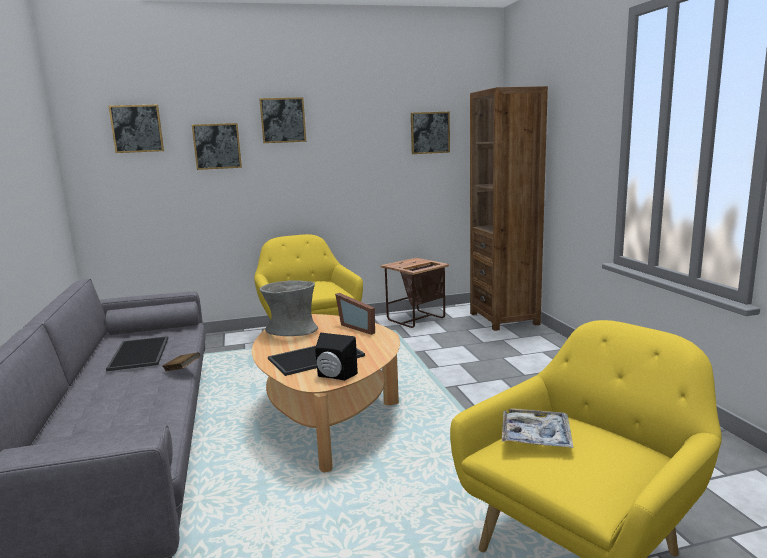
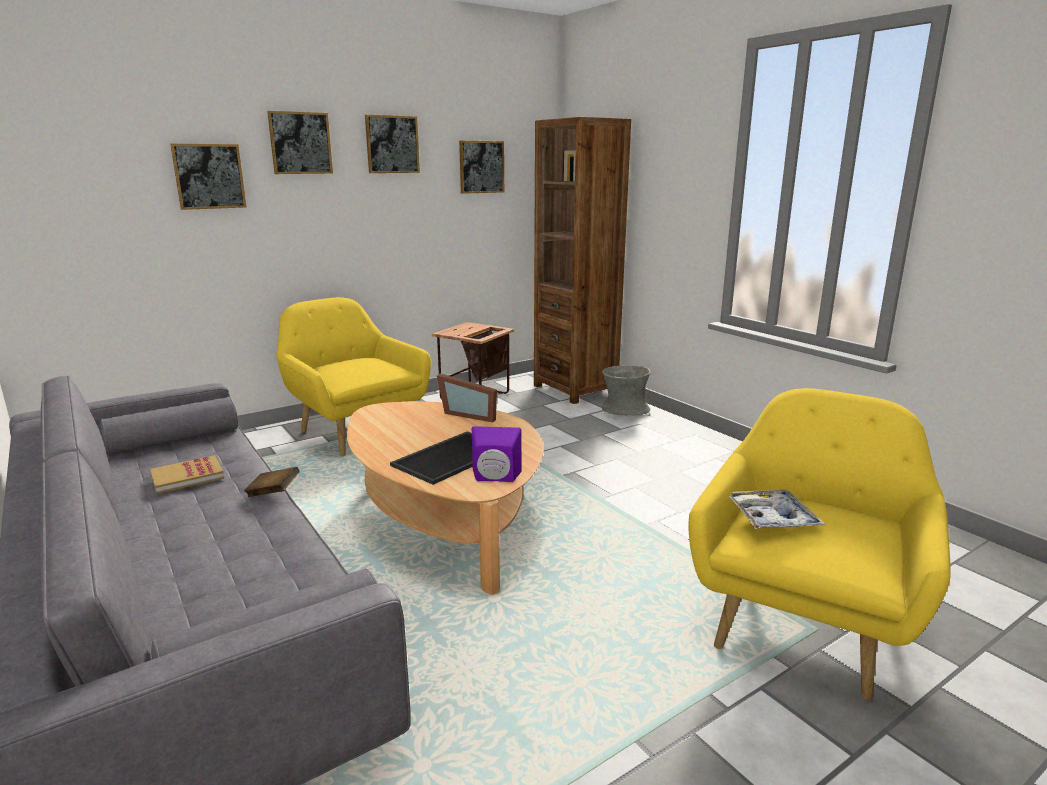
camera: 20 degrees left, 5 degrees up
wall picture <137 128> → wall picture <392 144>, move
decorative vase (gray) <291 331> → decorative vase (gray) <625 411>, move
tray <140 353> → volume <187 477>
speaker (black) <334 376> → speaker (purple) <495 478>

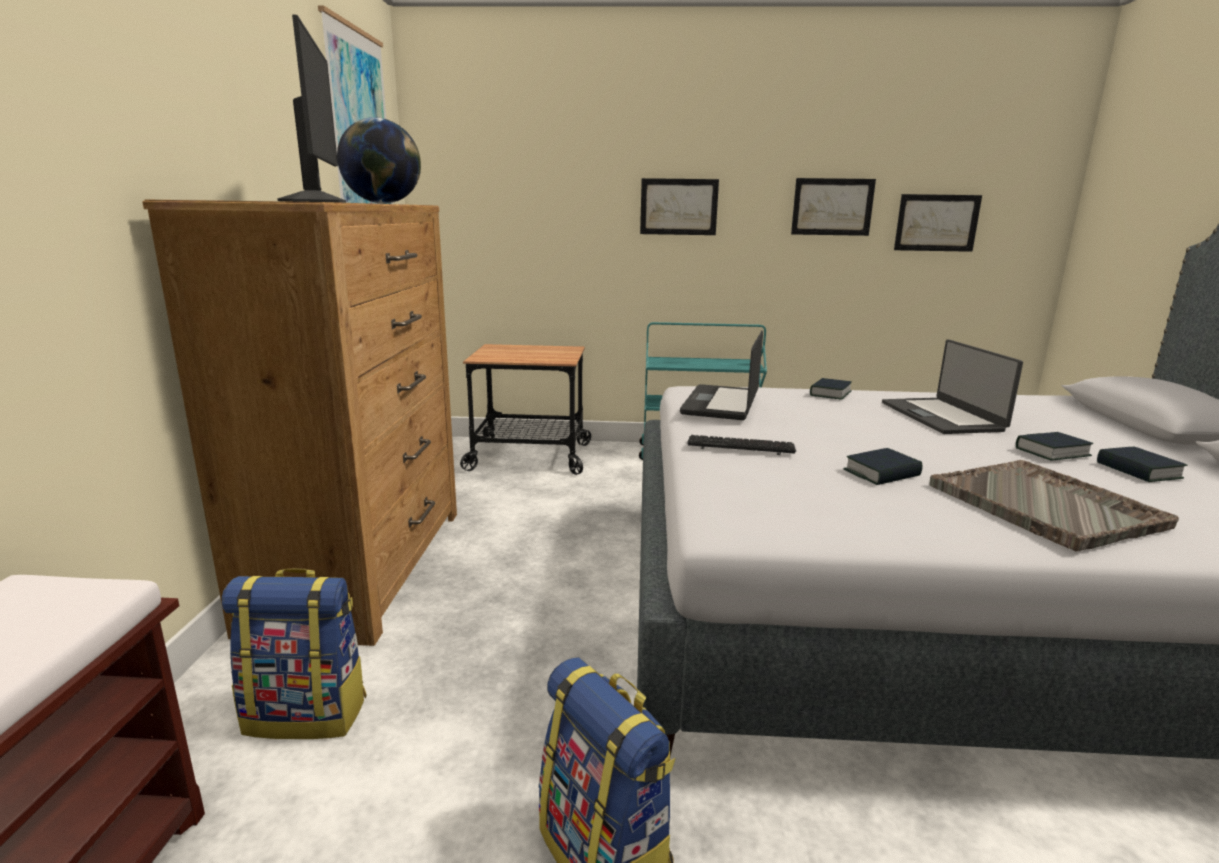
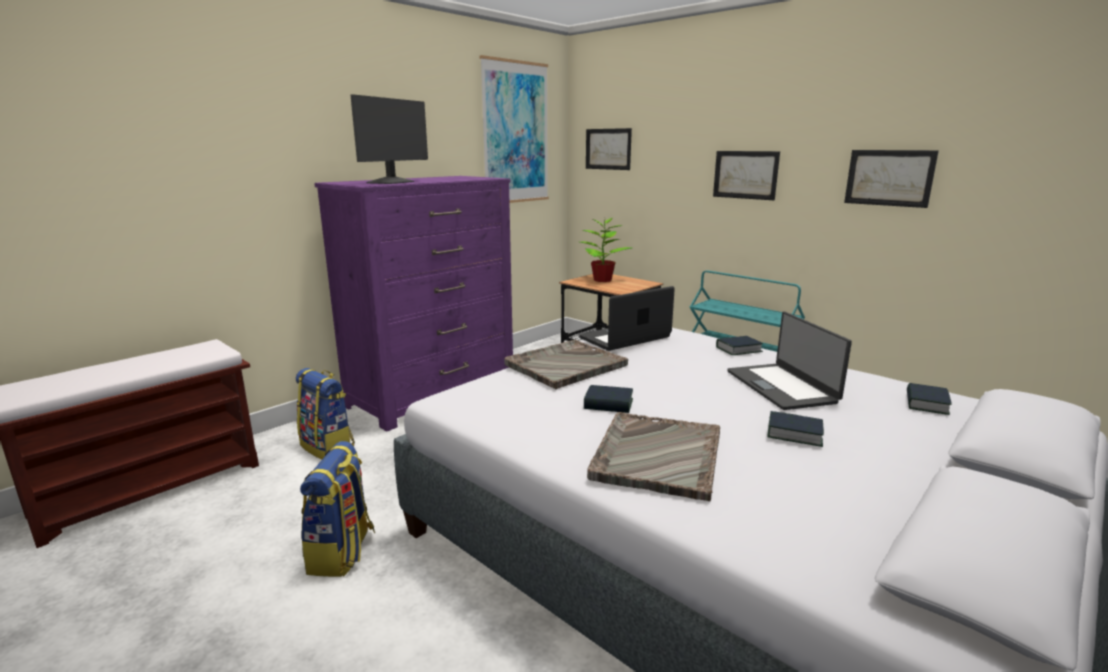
camera: 40 degrees right, 0 degrees up
desk globe <383 203> → -
- → houseplant <602 280>
wall picture <936 223> → wall picture <608 149>, move
volume <1138 471> → volume <926 403>, move
computer keyboard <740 447> → tray (gray) <565 365>
chest of drawers (brownish) <363 565> → chest of drawers (purple) <433 394>
notebook computer <942 416> → notebook computer <782 386>, 45 degrees counterclockwise

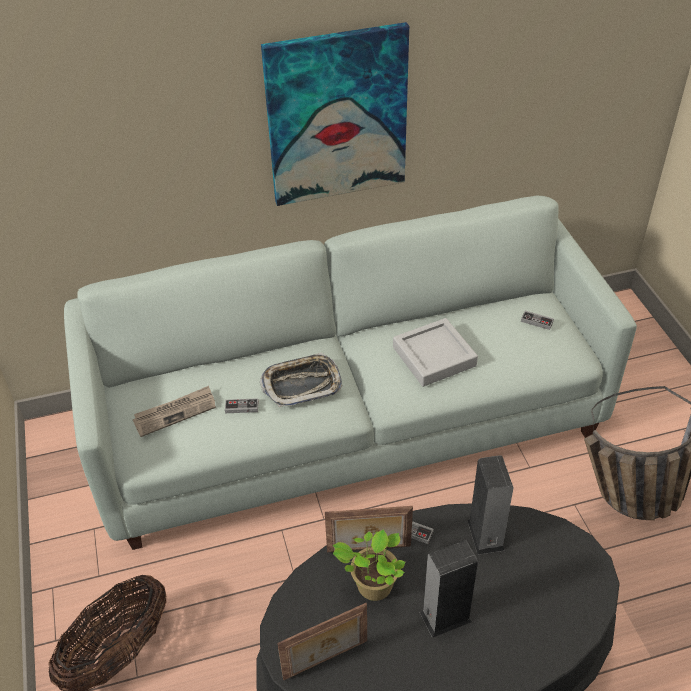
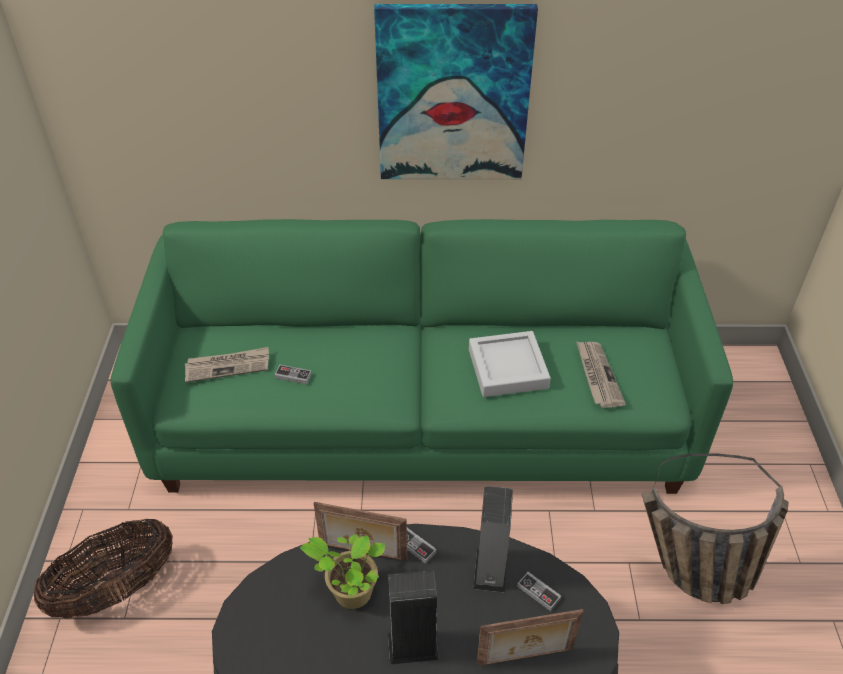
camera: 15 degrees right, 0 degrees up
tray <302 384> → -
- → printed paper <597 375>
picture frame <326 661> → picture frame <525 658>, move
gamepad <537 321> → gamepad <538 592>, move
sofa (white) <348 423> → sofa (greenish) <422 418>

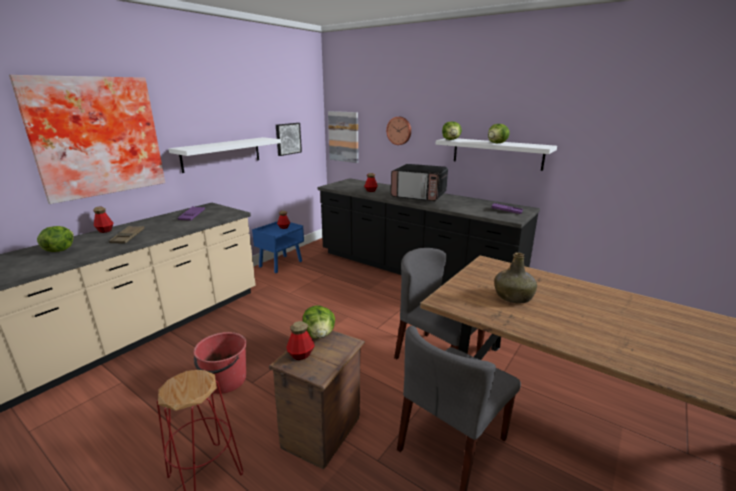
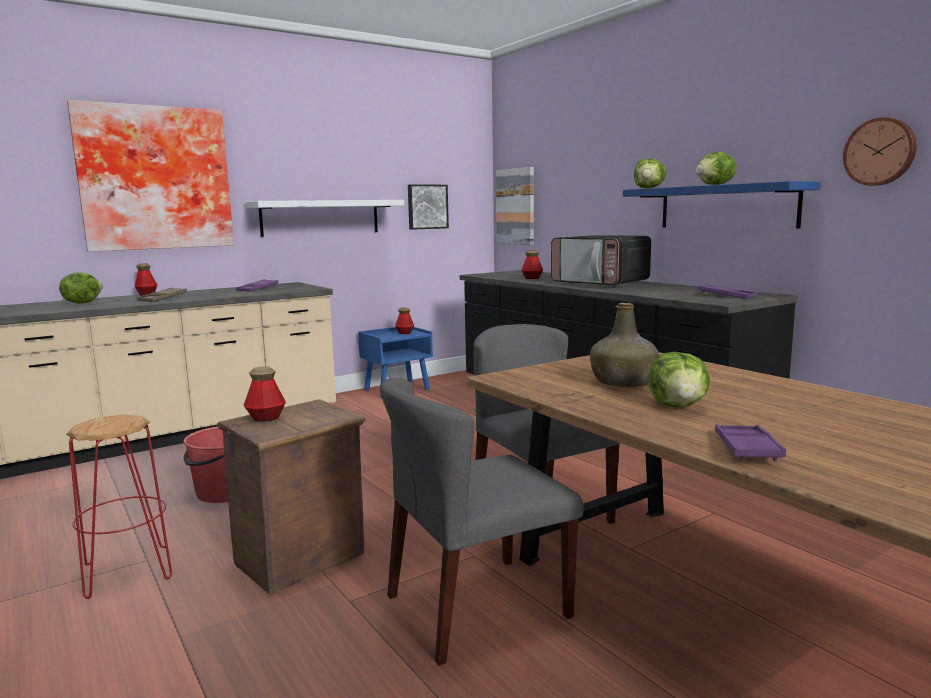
camera: 20 degrees right, 10 degrees down
- → tray (purple) <747 448>
lettuce head <319 335> → lettuce head <678 406>, move
hanging clock <399 130> → hanging clock <880 152>, move
shelf (white) <497 153> → shelf (blue) <726 207>

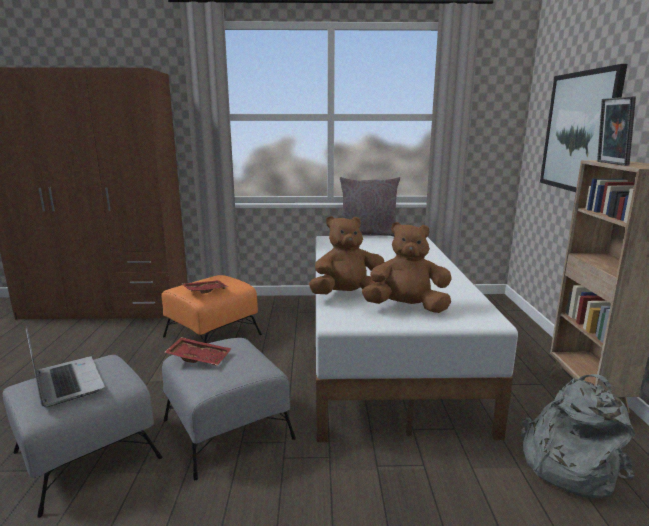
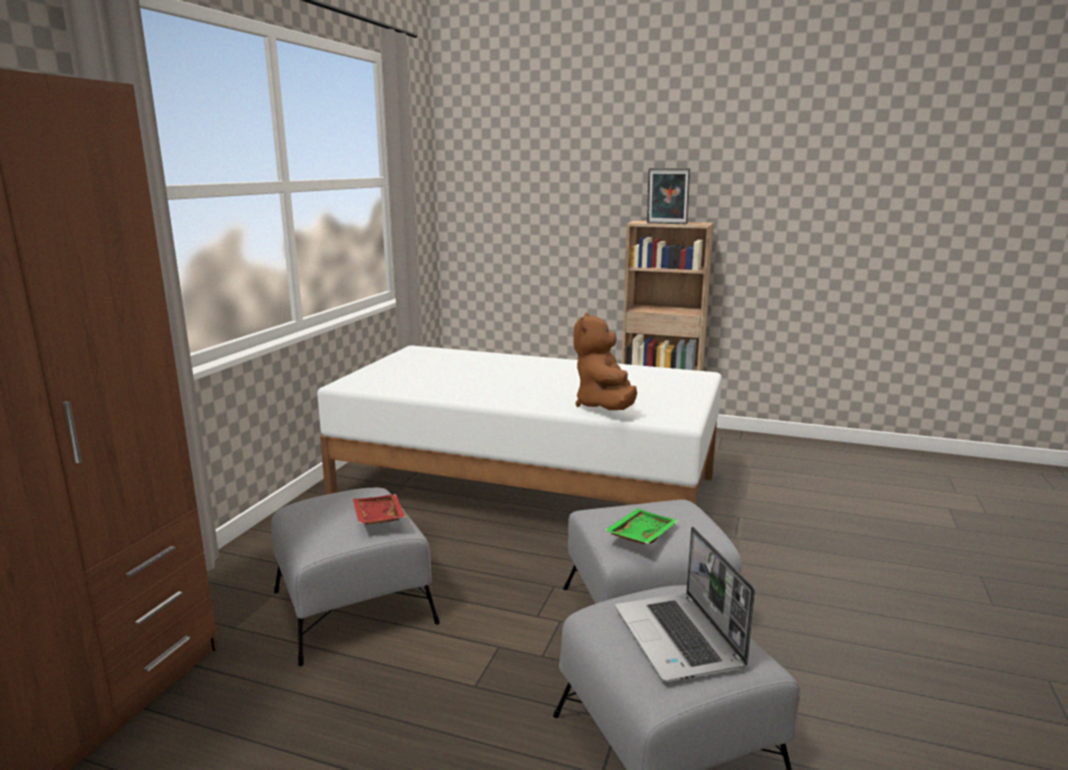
camera: 70 degrees left, 0 degrees up
throw pillow (gray) <368 234> → -
plush toy (brownish) <406 308> → -
knapsack (gray) <567 464> → -
wall picture <579 132> → -
pouffe (orange-coloured) <211 335> → pouffe (gray) <353 607>
tray (red) <199 357> → tray (greenish) <640 535>
notebook computer <67 382> → notebook computer <680 639>, 90 degrees counterclockwise

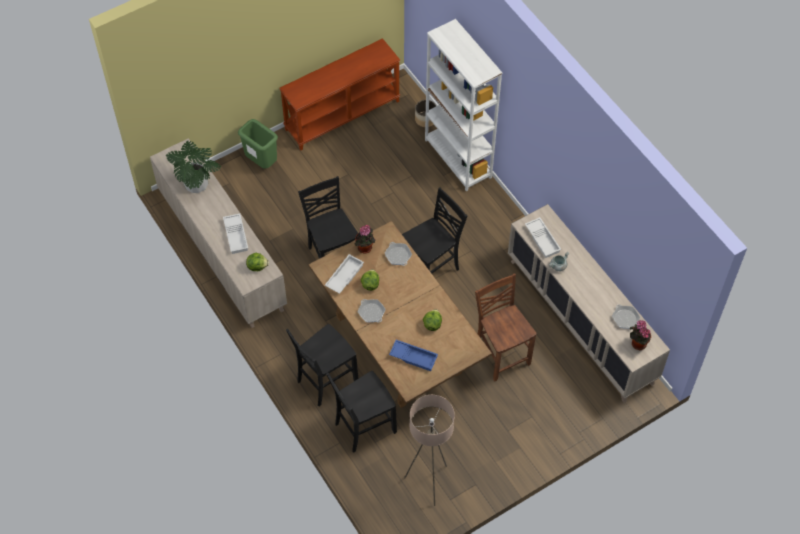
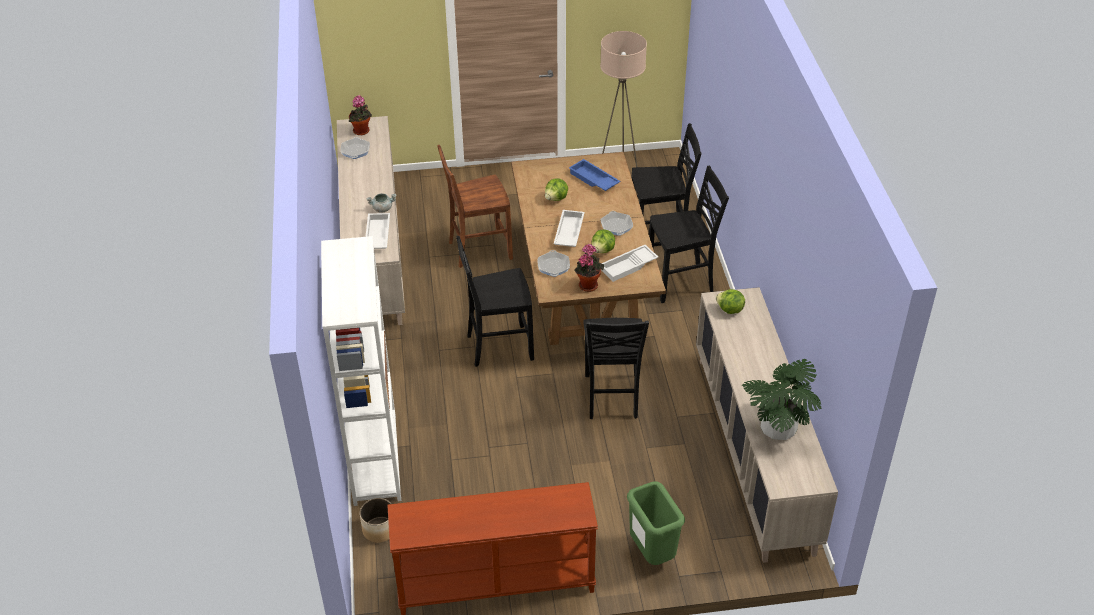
camera: 155 degrees left, 15 degrees down
tray (white) <236 235> → tray (white) <568 232>, move
plain chair (brownish) <501 353> → plain chair (brownish) <478 250>, 75 degrees clockwise

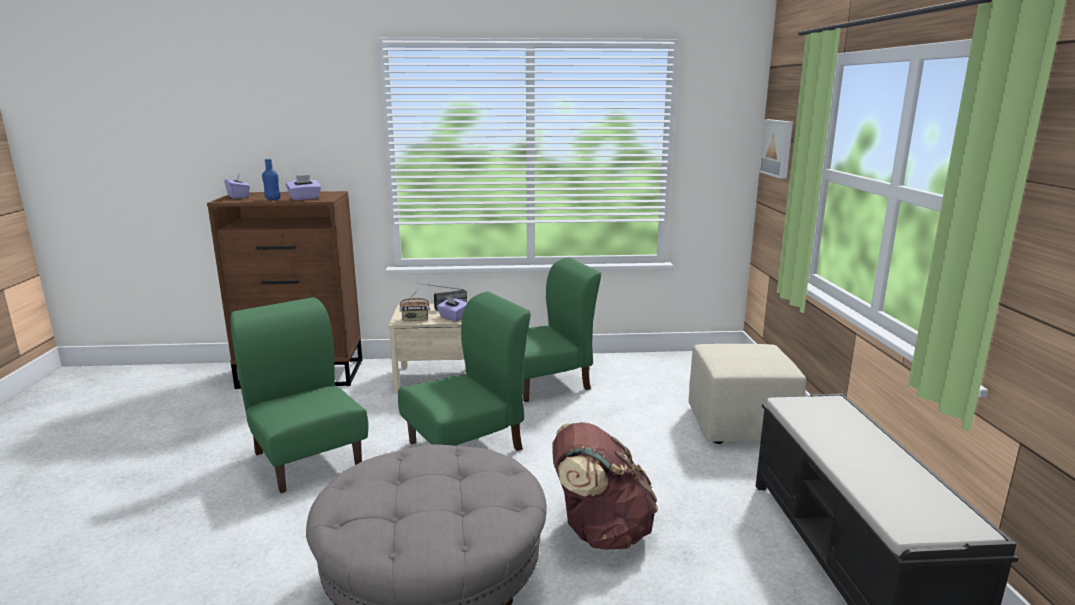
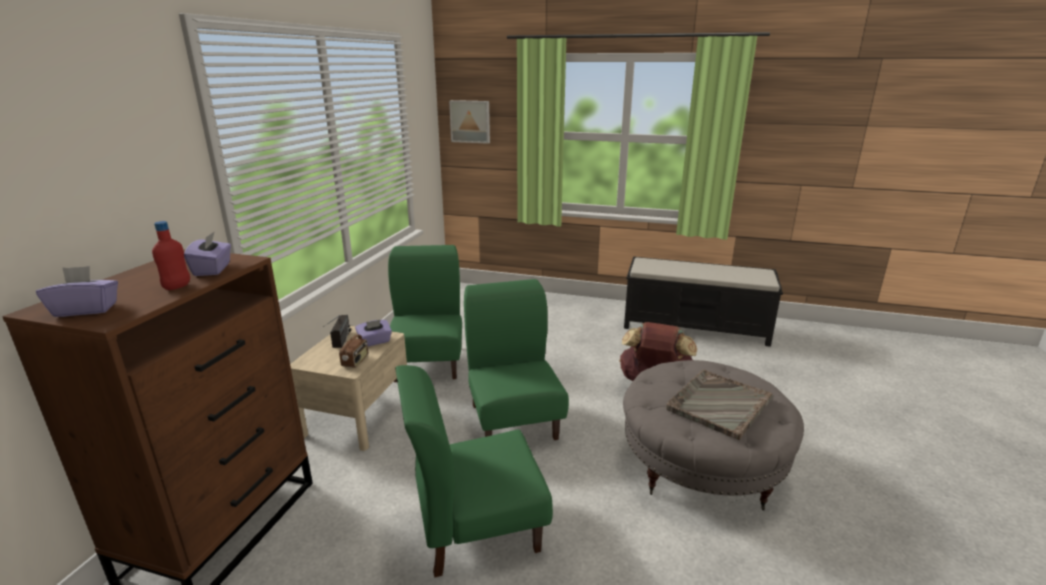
camera: 70 degrees left, 5 degrees up
pouffe (sand-coloured) <738 426> → -
- → tray (gray) <718 404>
drink bottle (blue) <272 199> → drink bottle (red) <177 287>

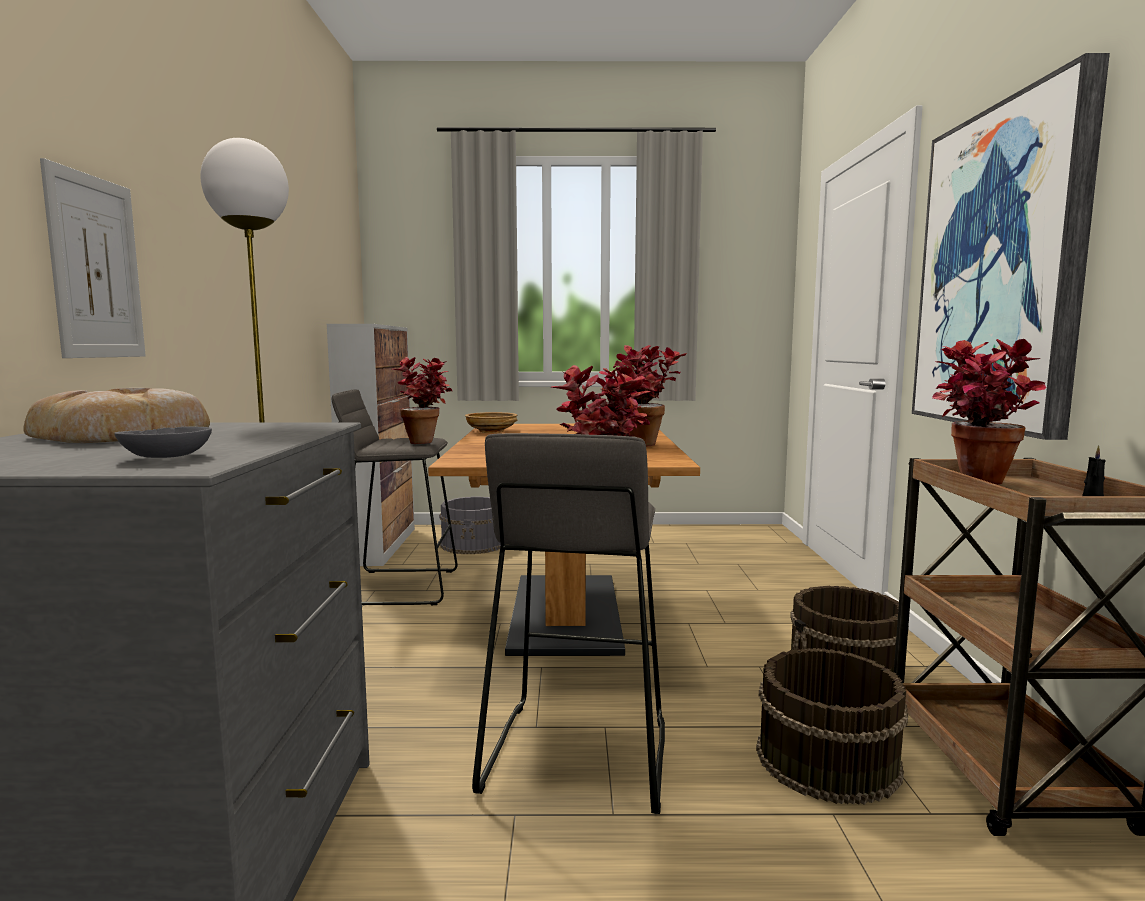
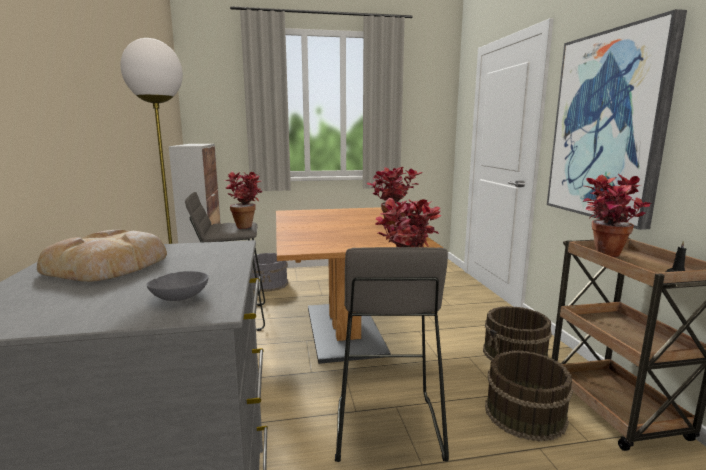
camera: 10 degrees left, 5 degrees up
wall picture <96 267> → -
bowl (sand-coloured) <492 431> → -

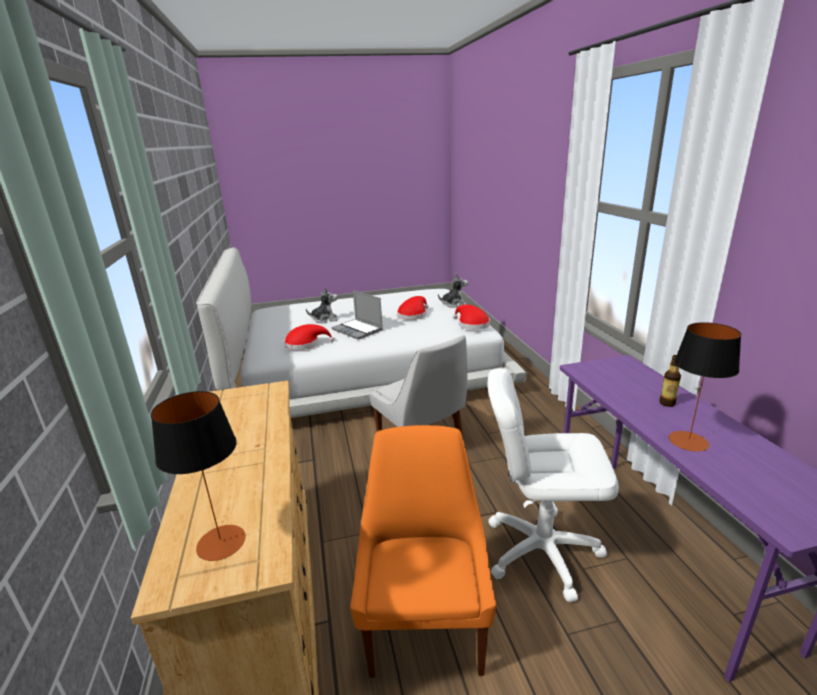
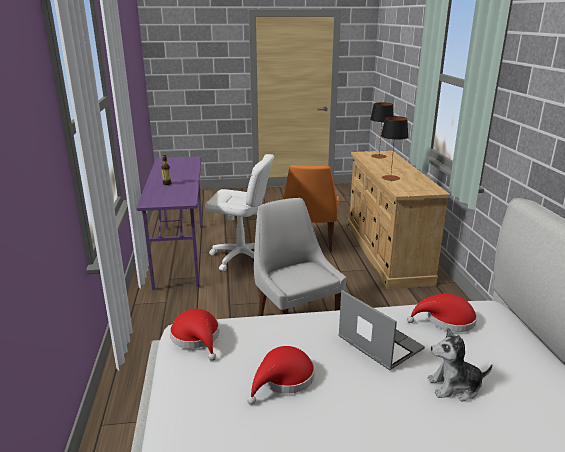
camera: 175 degrees left, 0 degrees up
plush toy <453 304> → -
table lamp <688 441> → table lamp <390 178>, move

